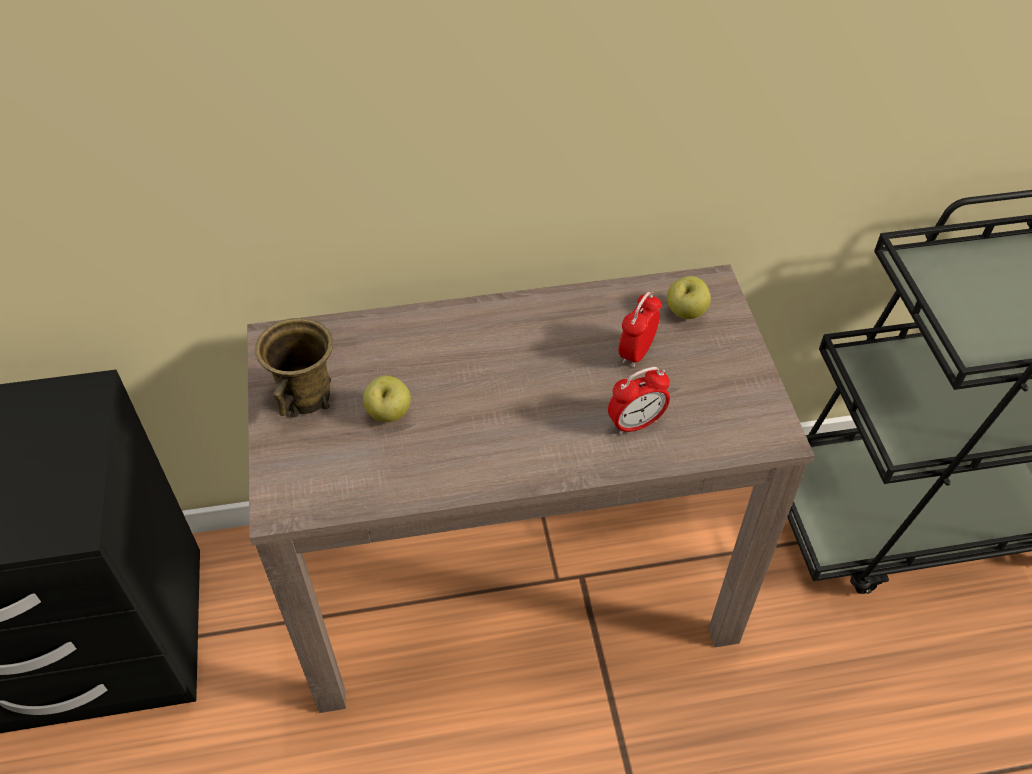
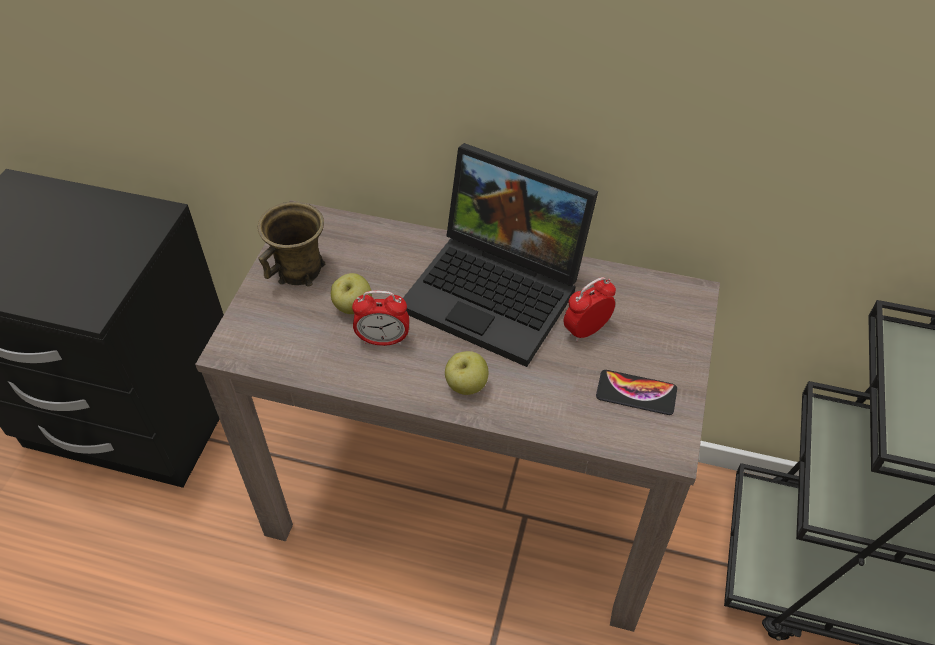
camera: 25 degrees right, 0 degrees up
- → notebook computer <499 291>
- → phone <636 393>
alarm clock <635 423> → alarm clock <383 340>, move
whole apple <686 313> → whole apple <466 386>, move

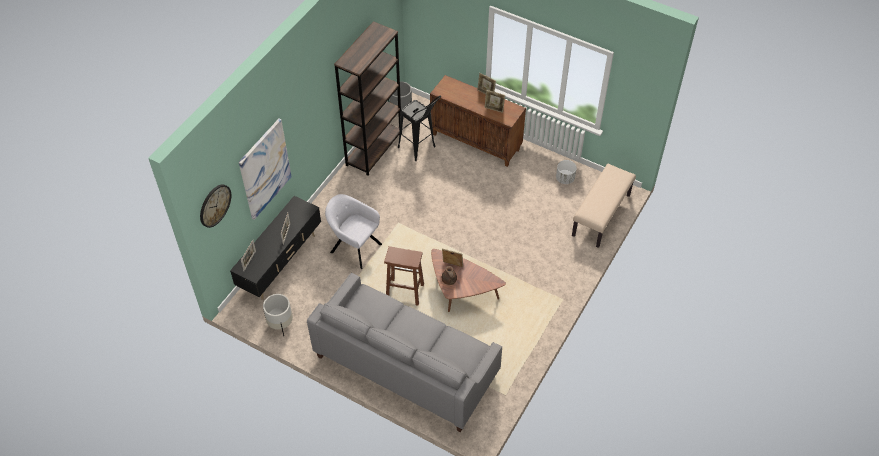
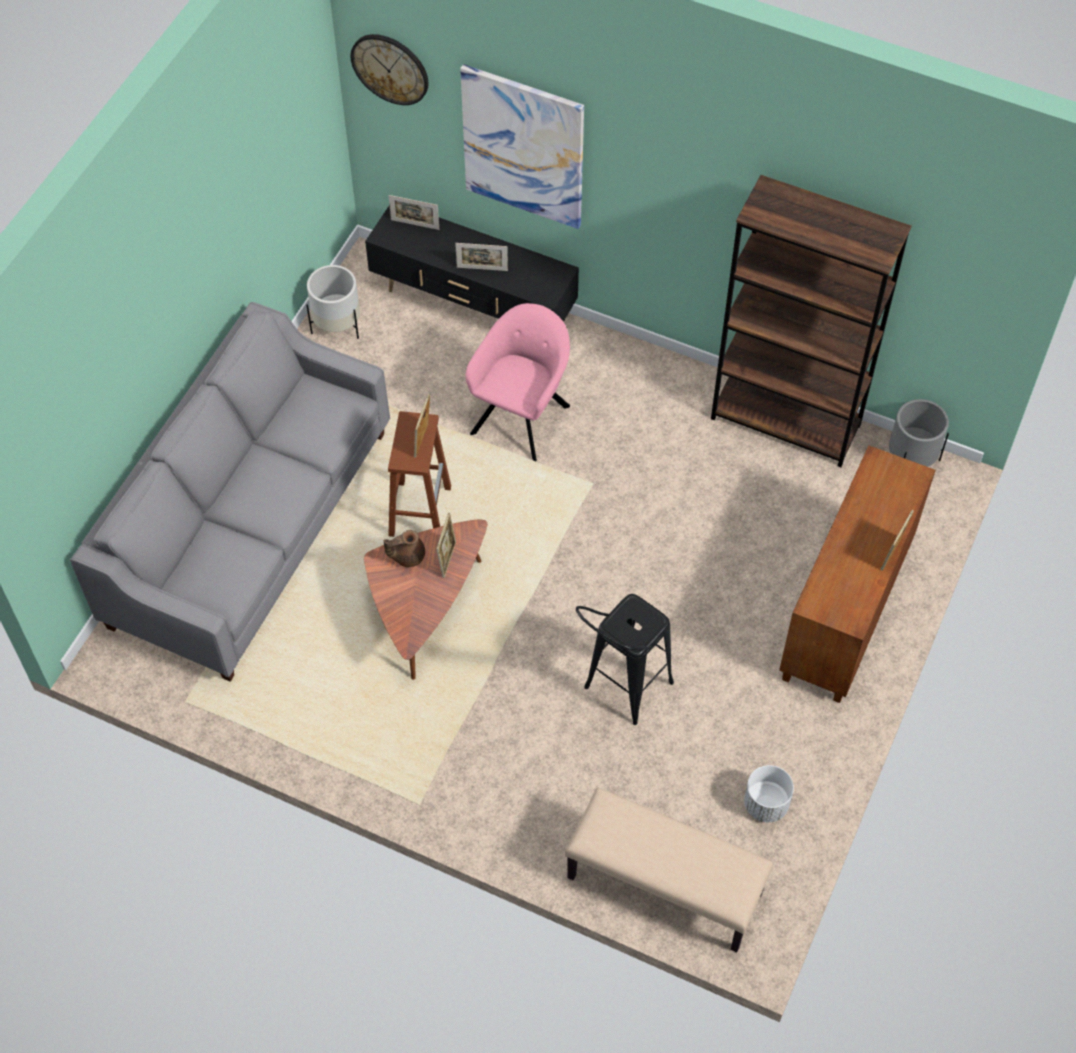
camera: 85 degrees right, 5 degrees up
stool (black) <420 150> → stool (black) <620 694>, move
picture frame <494 109> → picture frame <423 441>, move
armchair (gray) <354 247> → armchair (pink-coloured) <522 416>

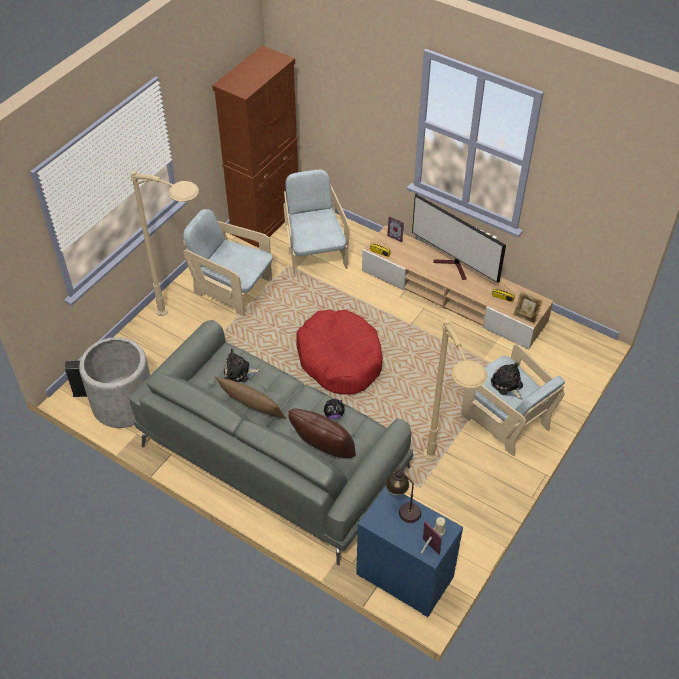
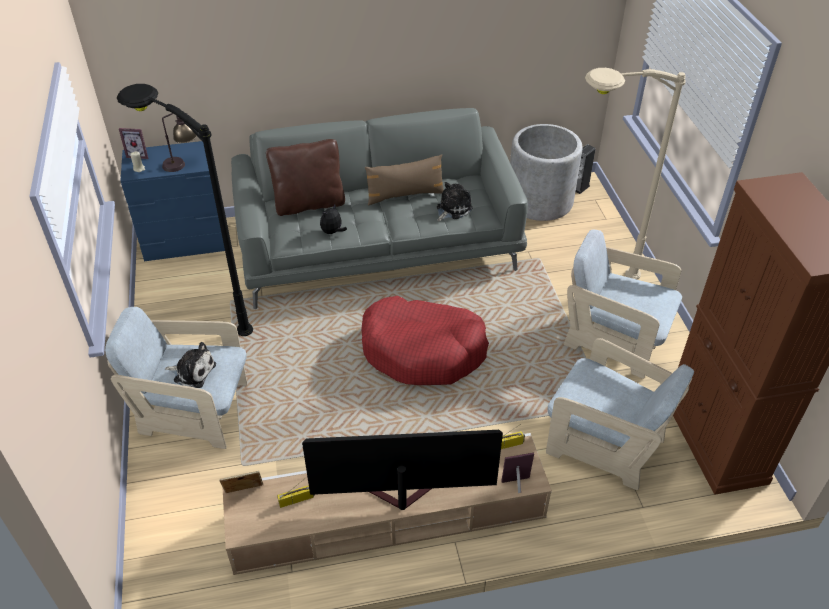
camera: 135 degrees right, 5 degrees down
standing lamp (sand-coloured) <442 491> → standing lamp (black) <206 311>
armchair (sand-coloured) <232 288> → armchair (sand-coloured) <614 339>, 135 degrees counterclockwise

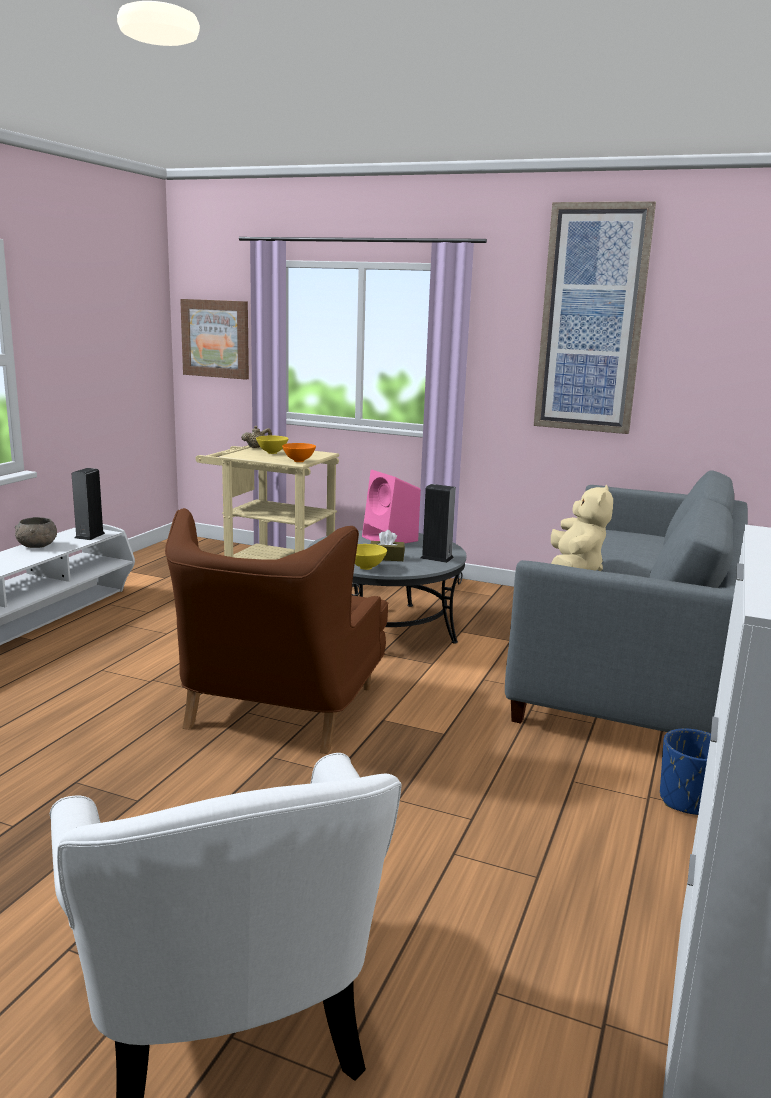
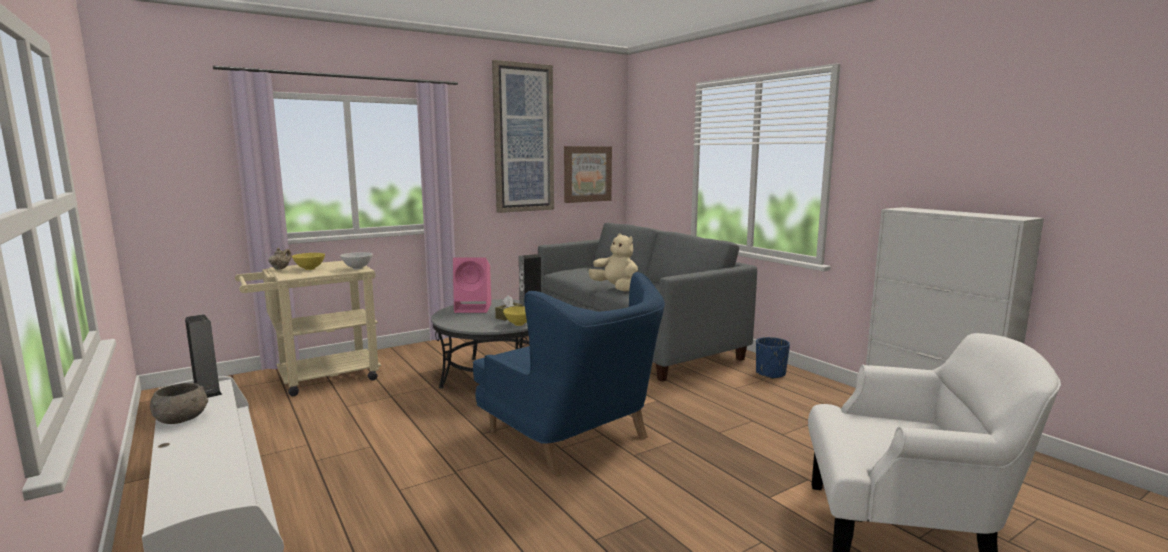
camera: 55 degrees left, 5 degrees down
wall picture <216 338> → wall picture <587 174>, move
armchair (brownish) <279 710> → armchair (blue) <570 436>
bowl (orange-coloured) <299 461> → bowl (white) <358 268>

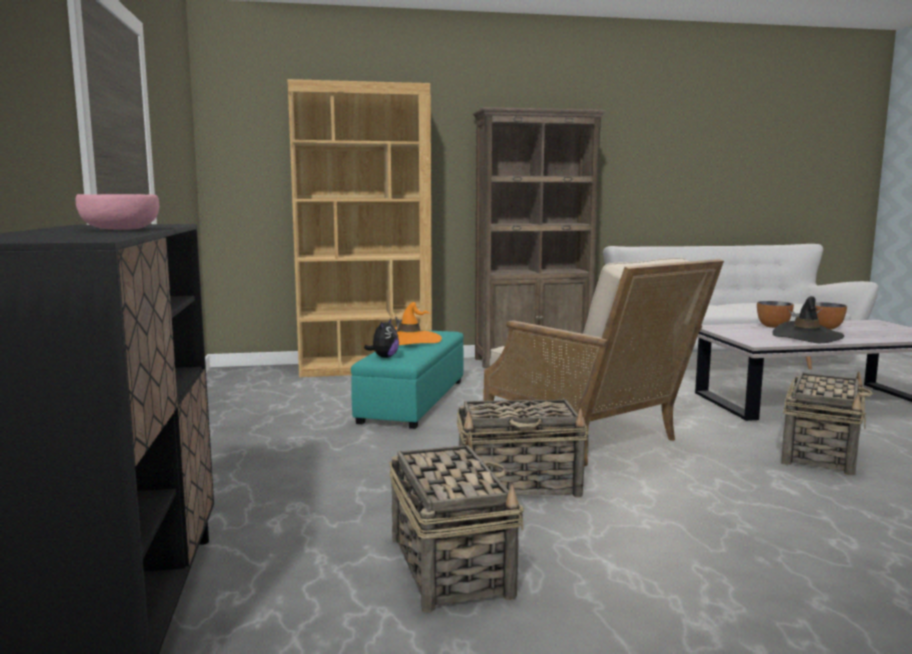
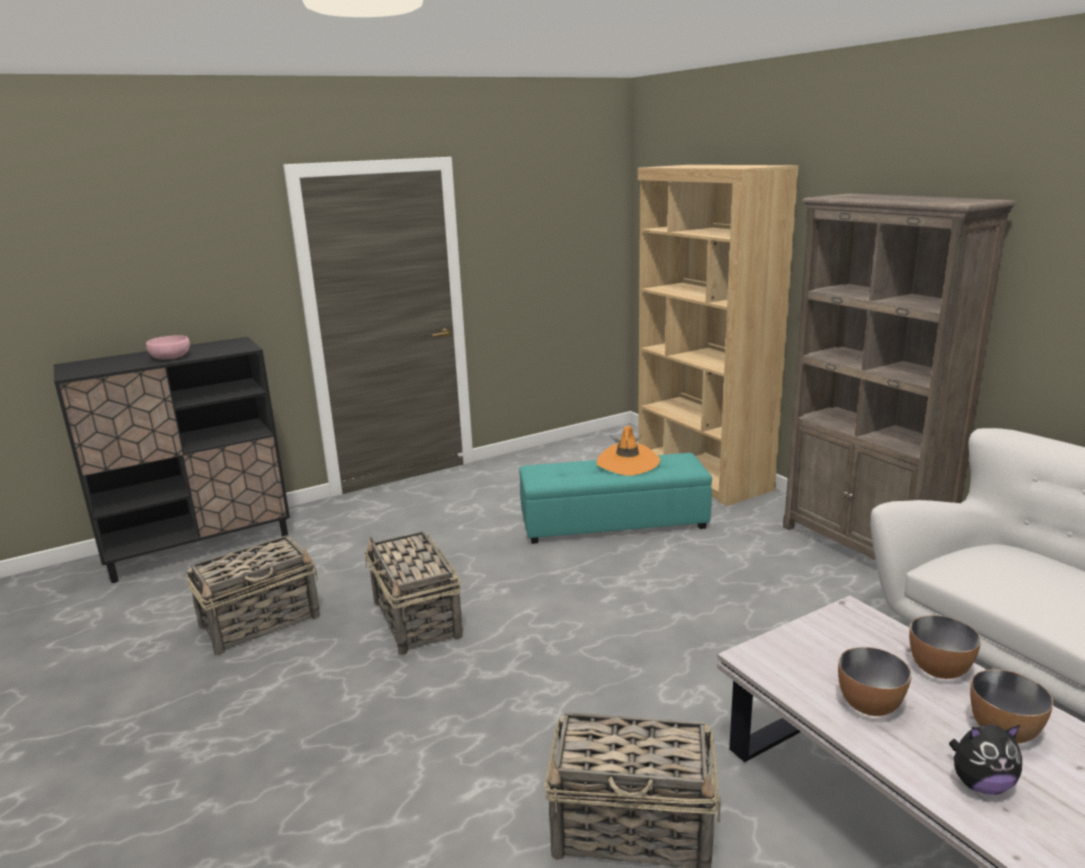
camera: 70 degrees right, 10 degrees up
armchair (sand-coloured) <591 437> → -
plush toy <384 357> → plush toy <980 784>, move
hat (black) <807 337> → bowl <869 706>

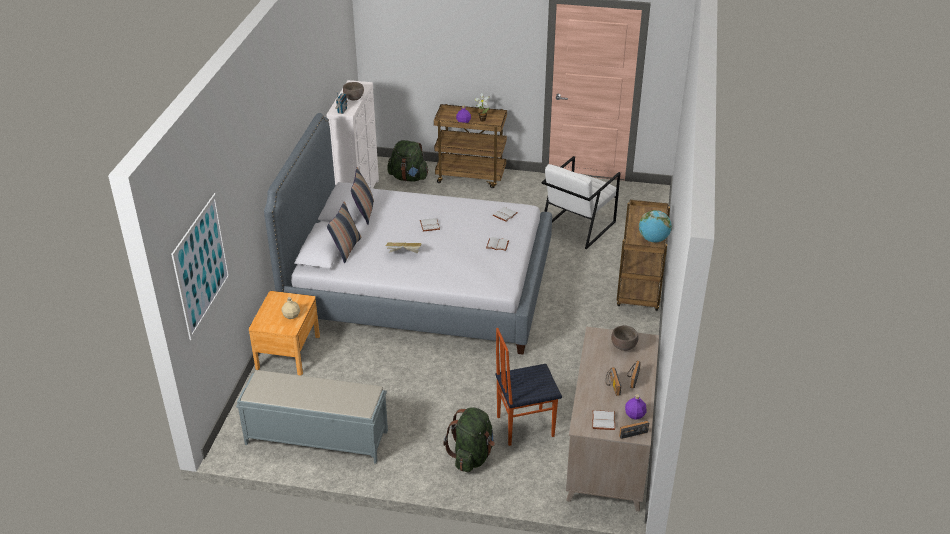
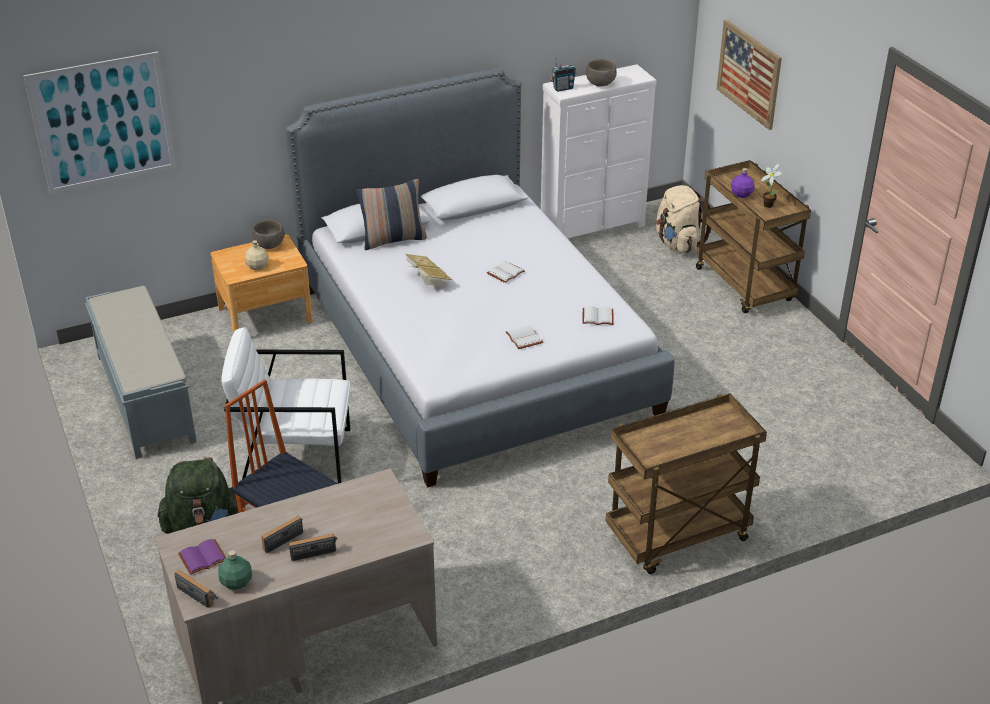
camera: 55 degrees right, 0 degrees up
throw pillow <364 212> → -
desk globe <653 239> → -
- → wall picture <749 73>
armchair (white) <577 226> → armchair (white) <296 458>, move
bowl (brownish) <623 347> → bowl (brownish) <269 245>, move
knapsack (greenish) <408 178> → knapsack (sand-coloured) <678 243>
volume (white) <604 421> → volume (purple) <202 559>
drink bottle (purple) <634 414> → drink bottle (greenish) <237 582>

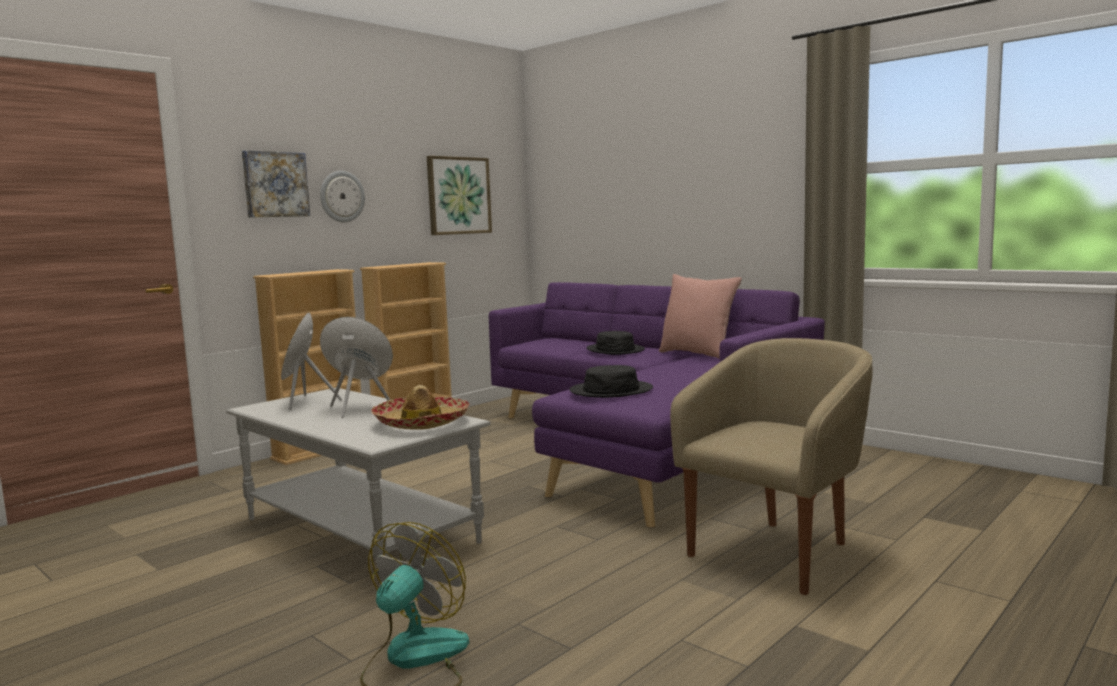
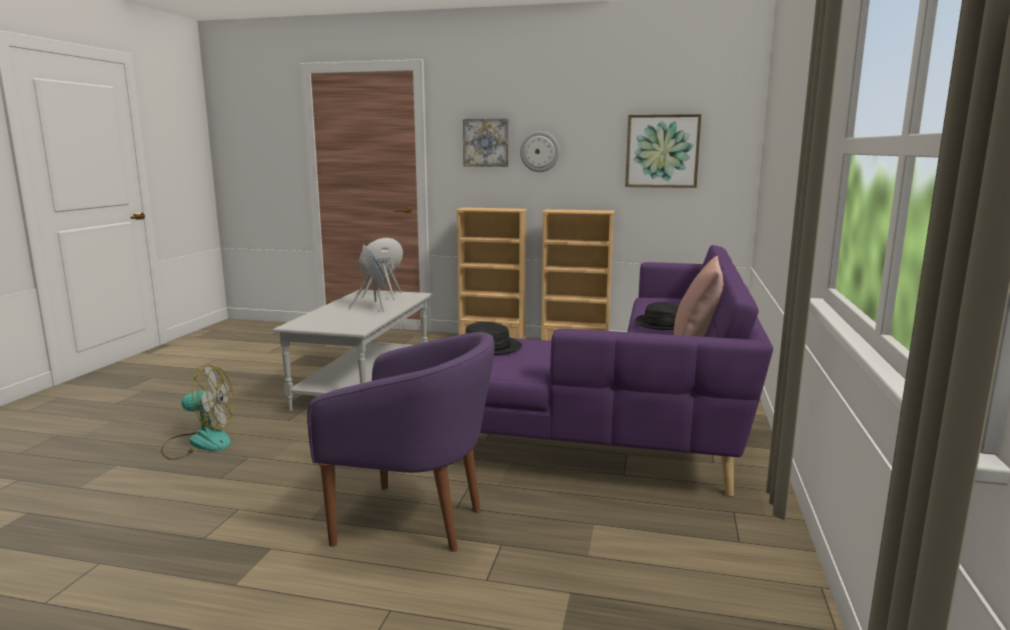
camera: 60 degrees right, 5 degrees up
hat <422 423> → -
armchair (sand-coloured) <778 551> → armchair (purple) <414 521>

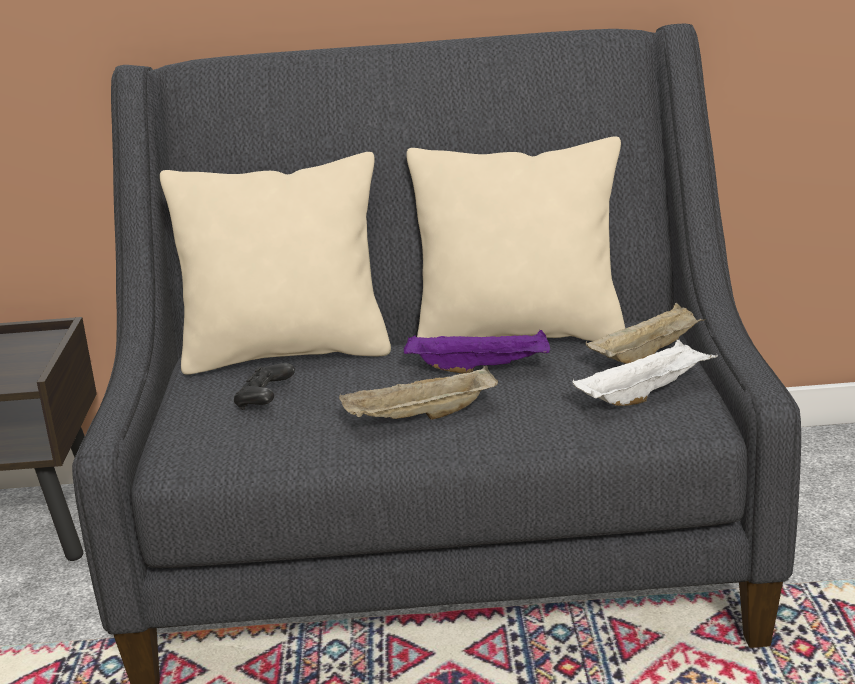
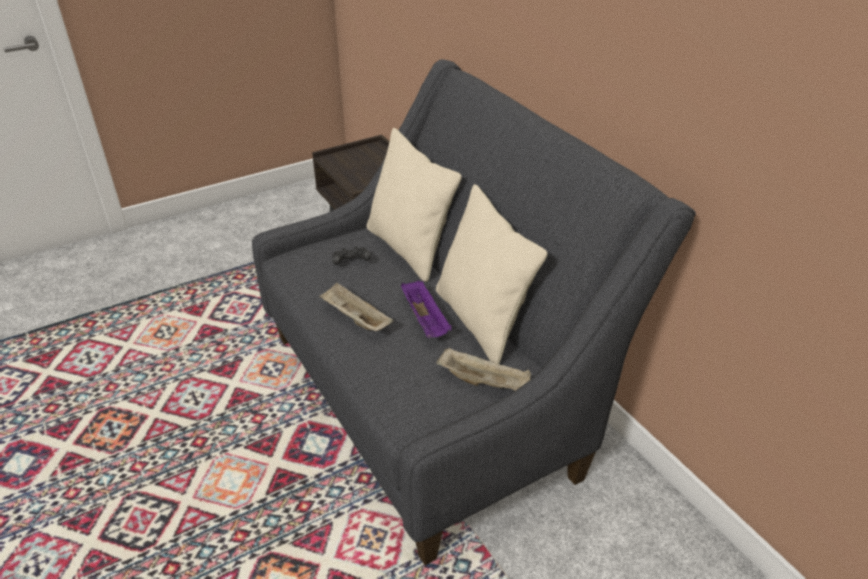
camera: 60 degrees right, 15 degrees up
tray (white) <645 394> → -

